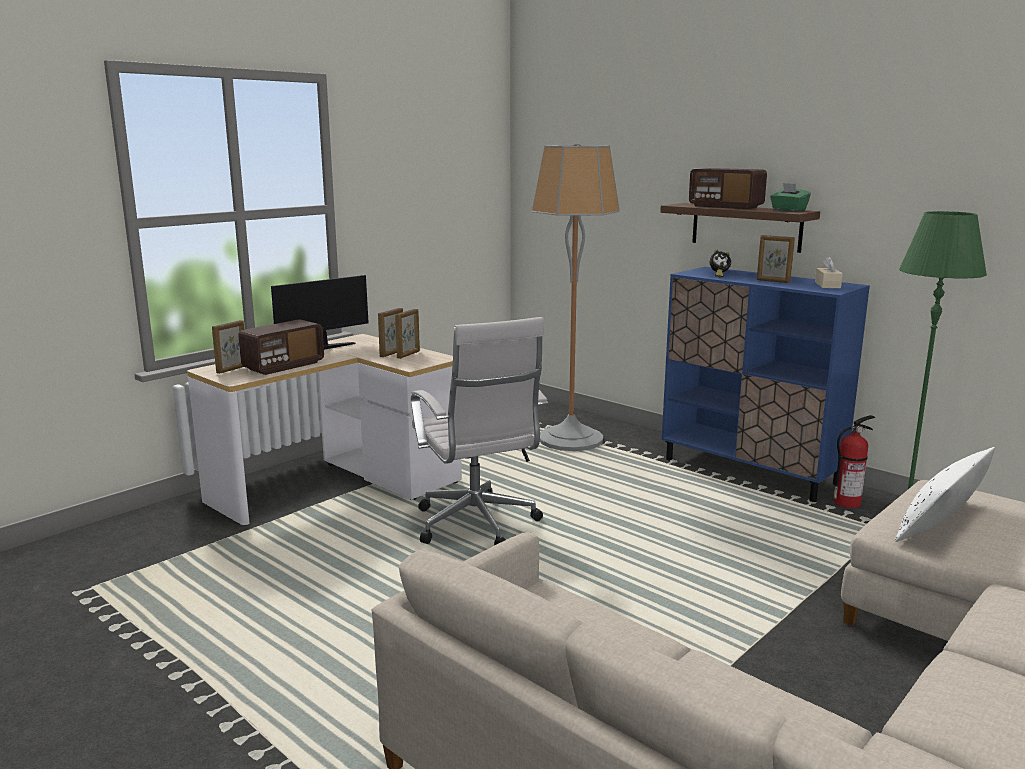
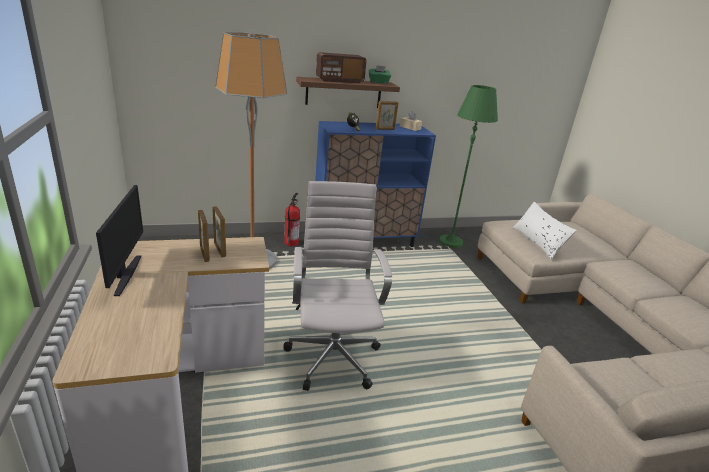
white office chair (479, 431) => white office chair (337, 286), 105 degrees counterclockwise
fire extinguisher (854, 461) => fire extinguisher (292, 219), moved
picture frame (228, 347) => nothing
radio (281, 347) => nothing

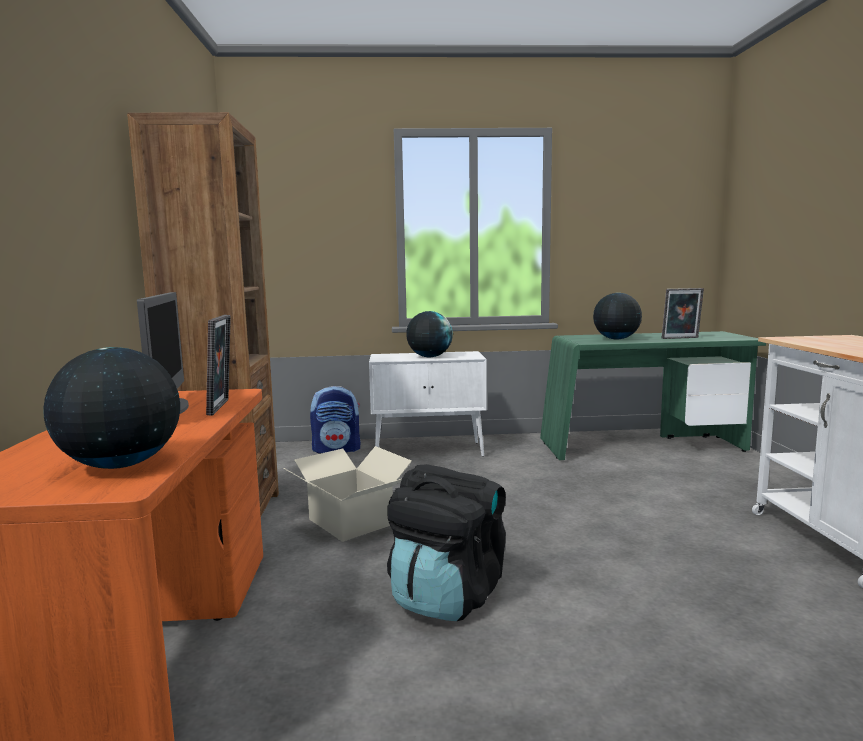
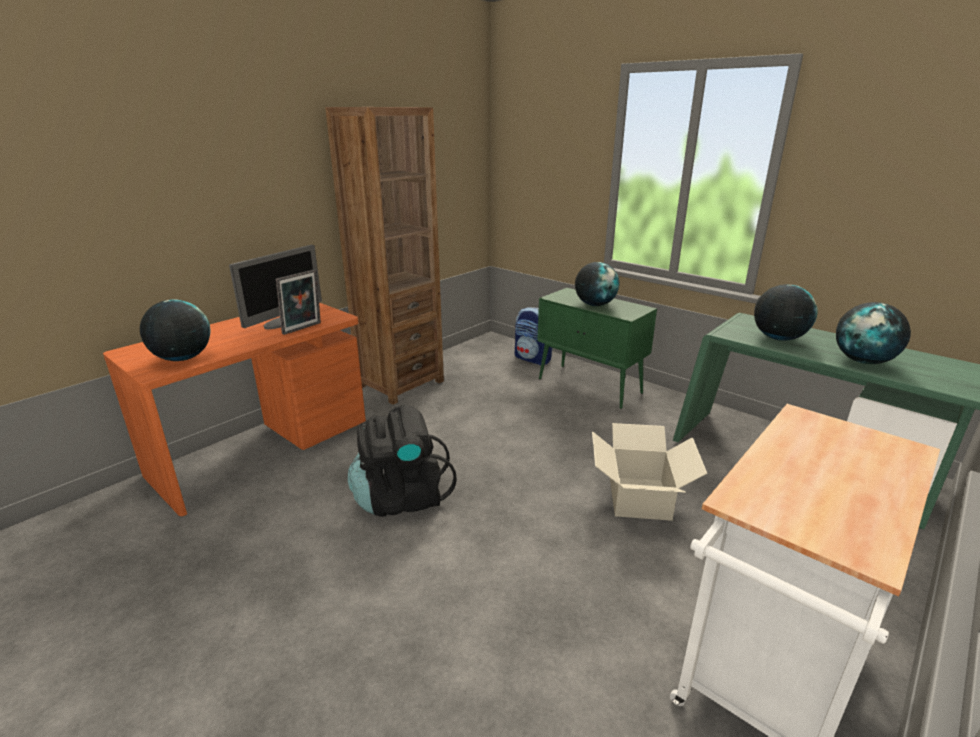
white cabinet (428, 404) => green cabinet (597, 348)
cardboard box (347, 494) => cardboard box (649, 472), moved
picture frame (683, 313) => globe (873, 333)

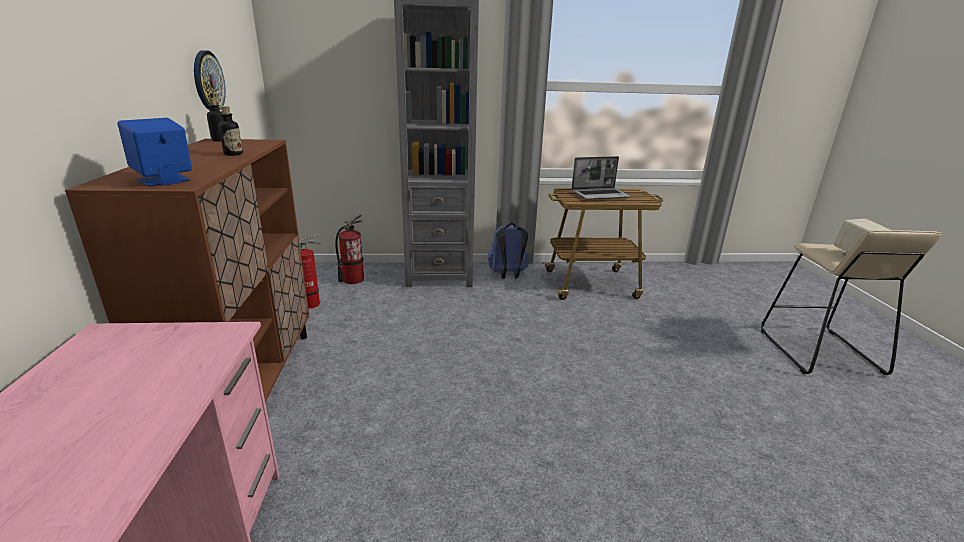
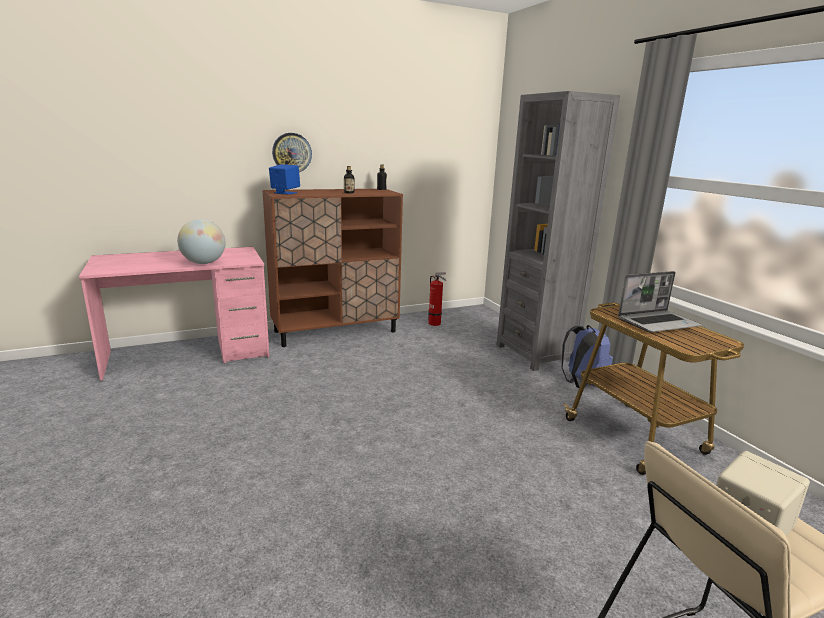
nothing => globe (201, 241)
wall clock (210, 80) => wall clock (292, 152), moved
laptop (601, 178) => laptop (660, 301), 75 degrees counterclockwise
fire extinguisher (349, 249) => nothing

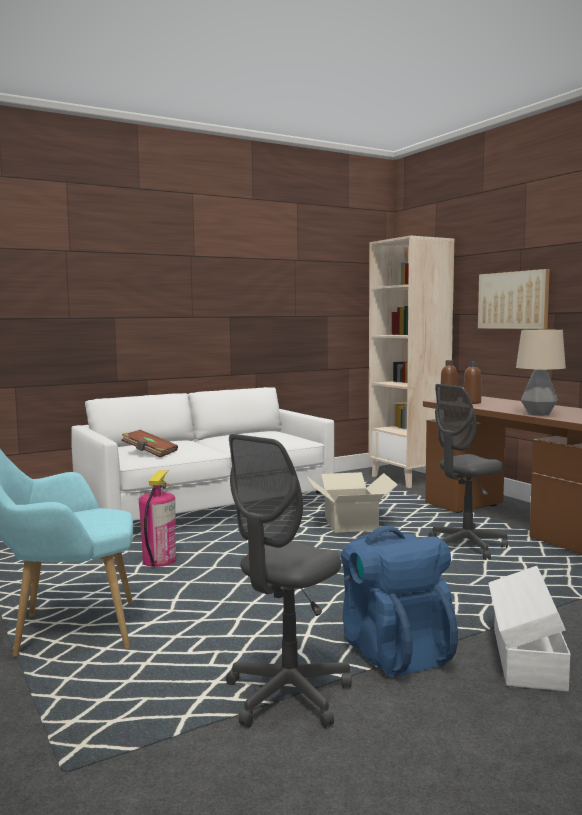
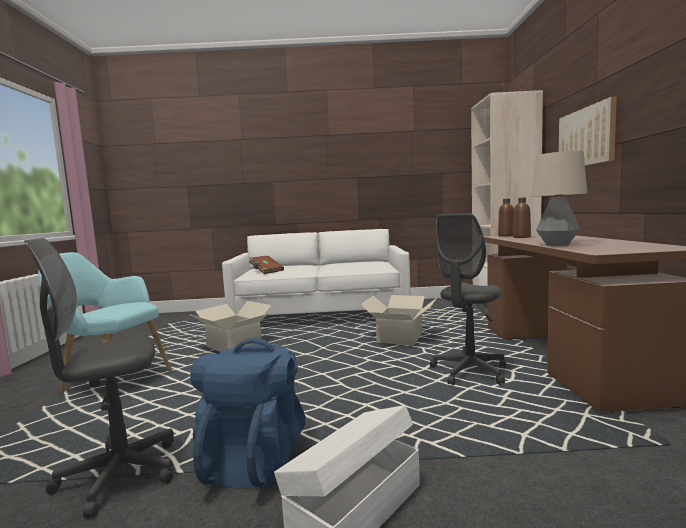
fire extinguisher (157, 518) => cardboard box (230, 326)
grey office chair (468, 472) => grey office chair (468, 299), 45 degrees counterclockwise

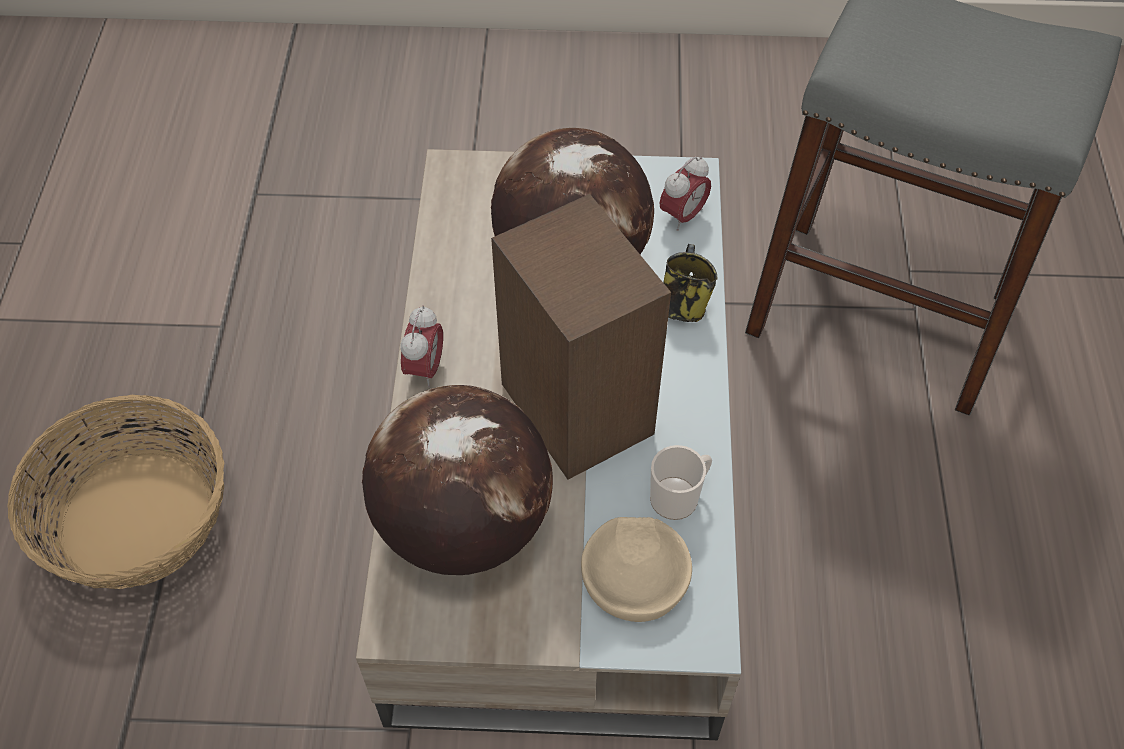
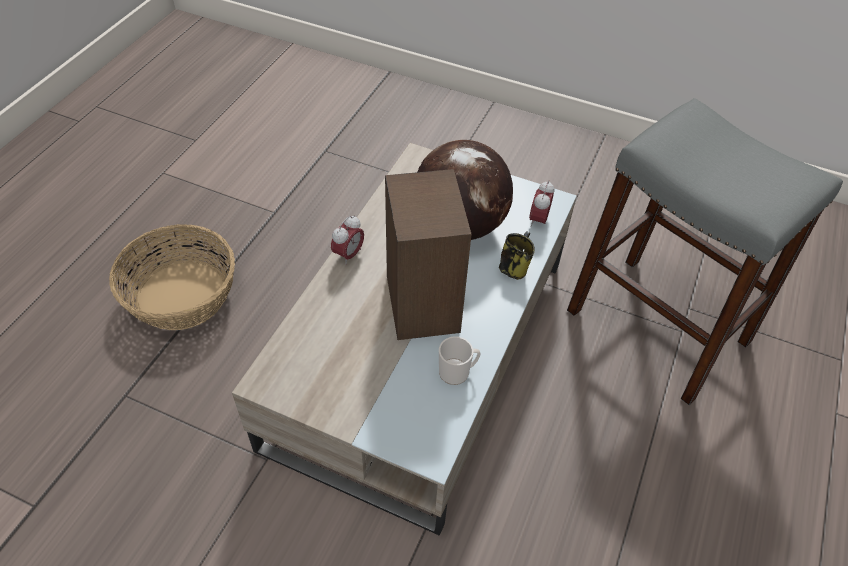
alarm clock (685, 193) => alarm clock (541, 203), 135 degrees clockwise
globe (457, 480) => nothing
beige bowl (636, 569) => nothing

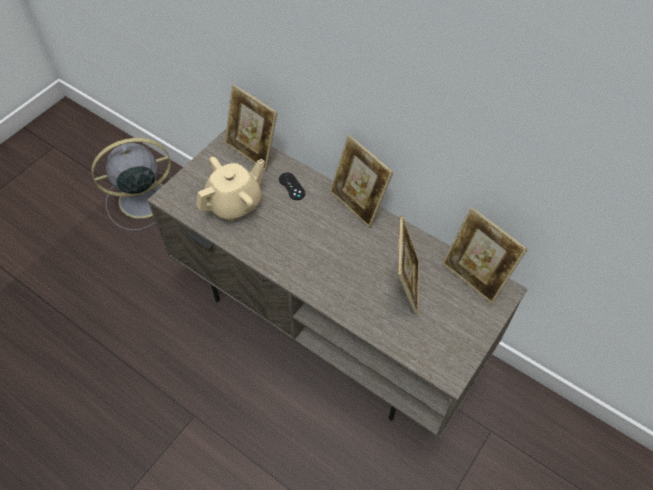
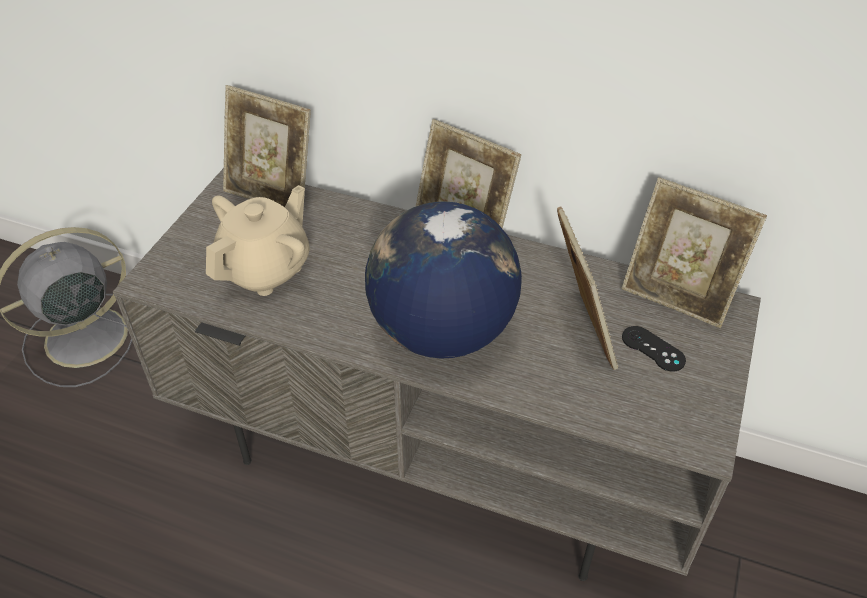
nothing => globe (443, 280)
black game controller (292, 186) => black game controller (654, 349), moved

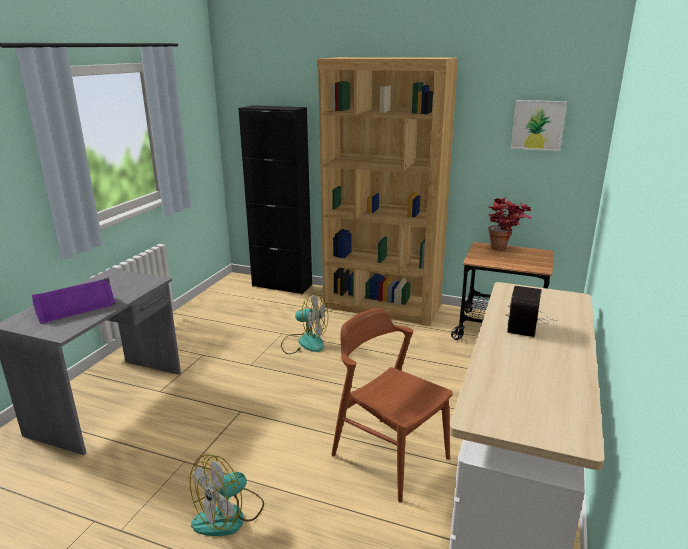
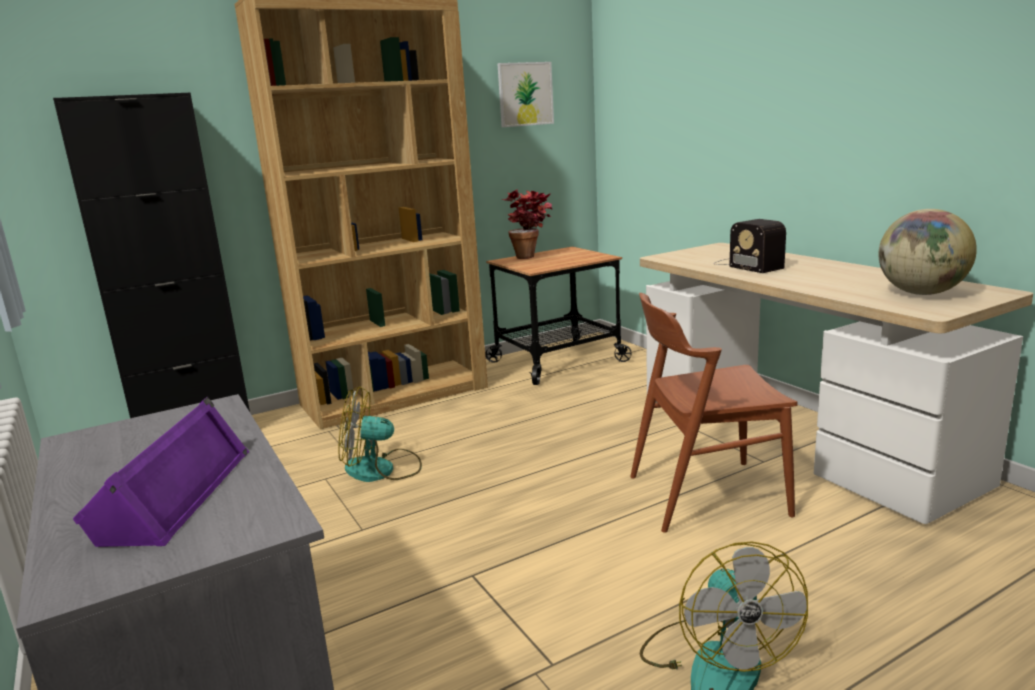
fan (304, 323) => fan (380, 434), 150 degrees counterclockwise
nothing => globe (927, 252)

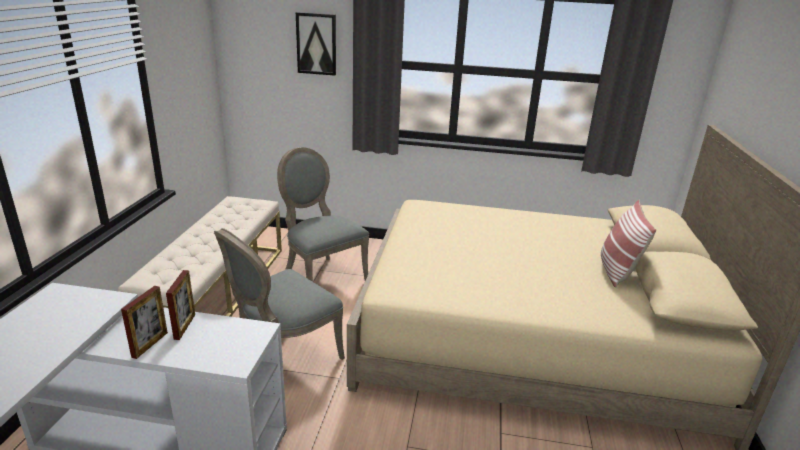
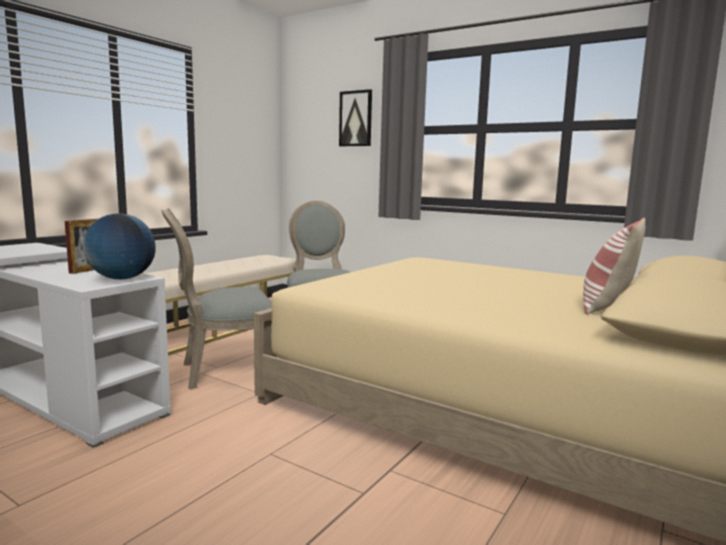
nothing => globe (119, 246)
picture frame (144, 322) => nothing

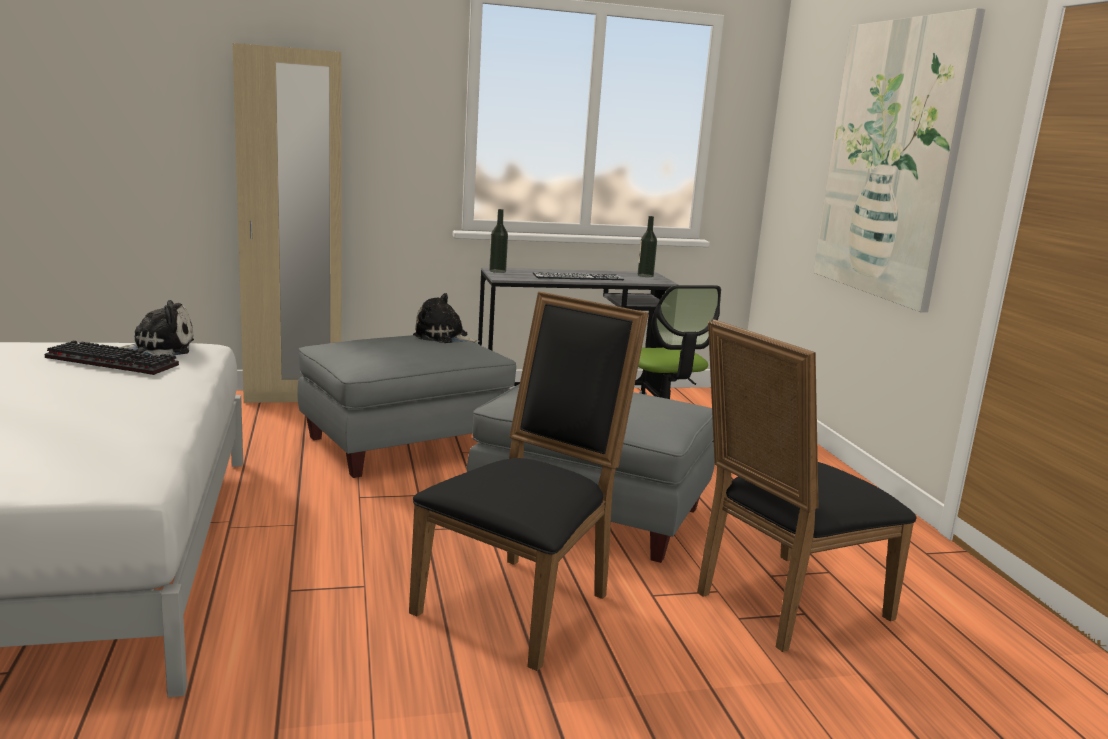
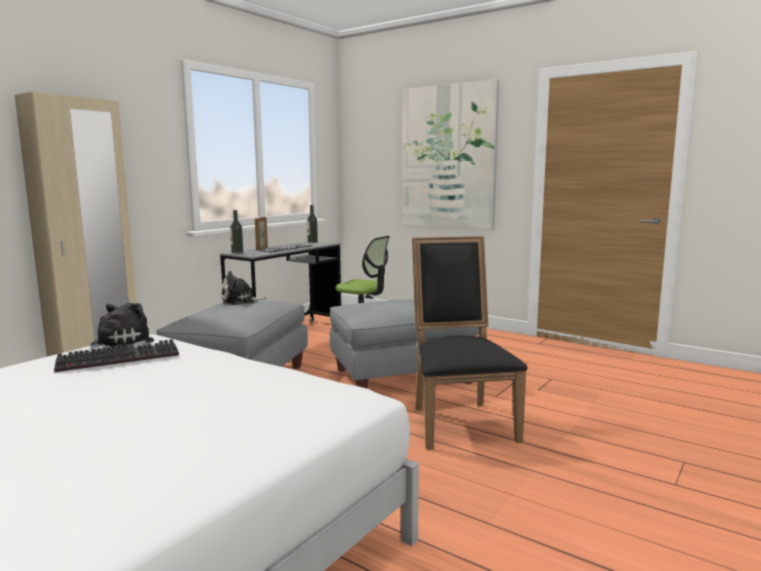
nothing => picture frame (261, 233)
black chair (806, 485) => nothing

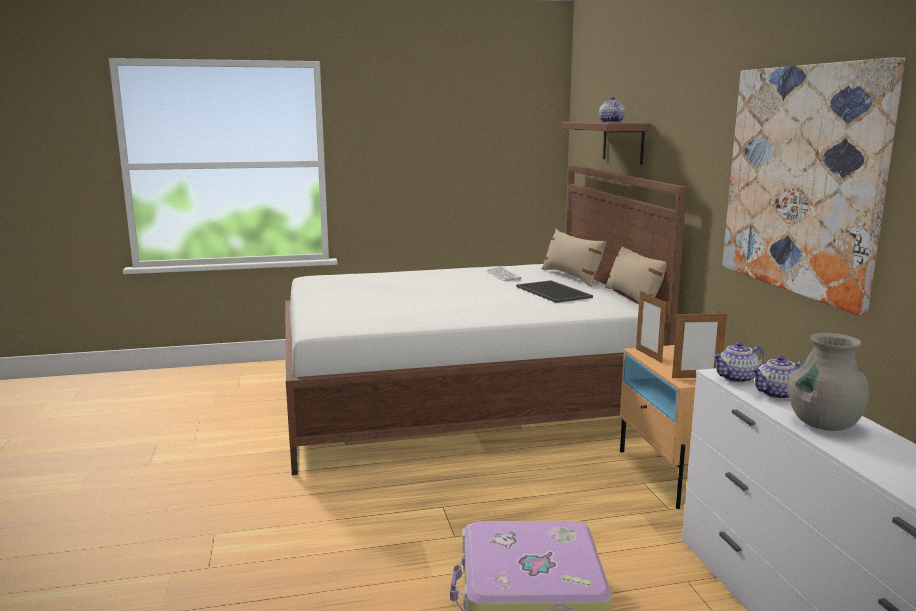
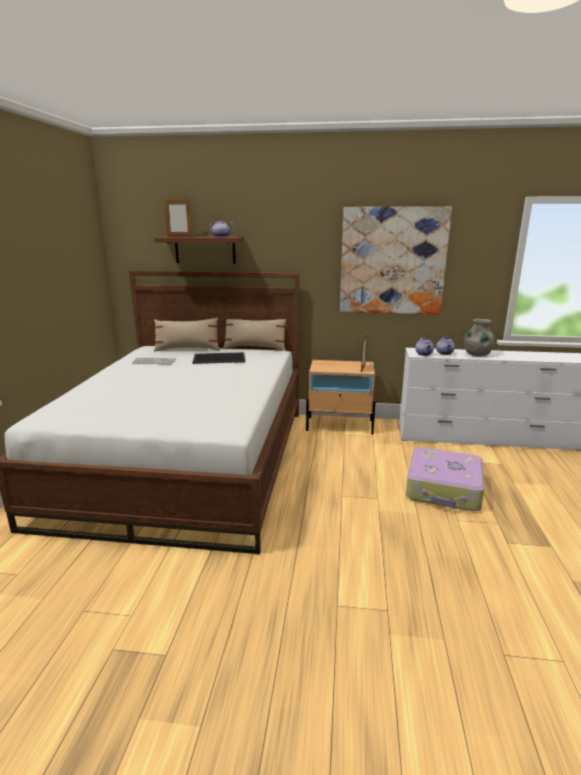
picture frame (651, 327) => picture frame (178, 218), moved

